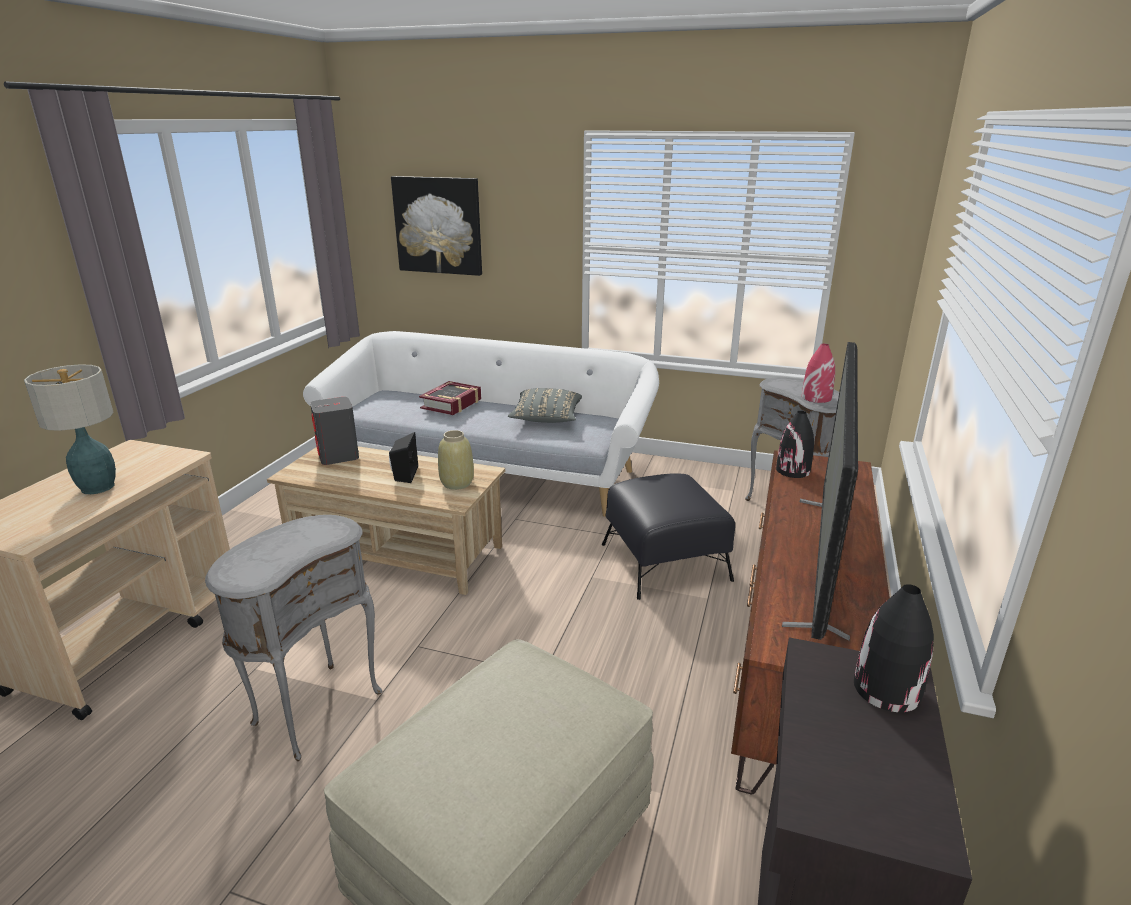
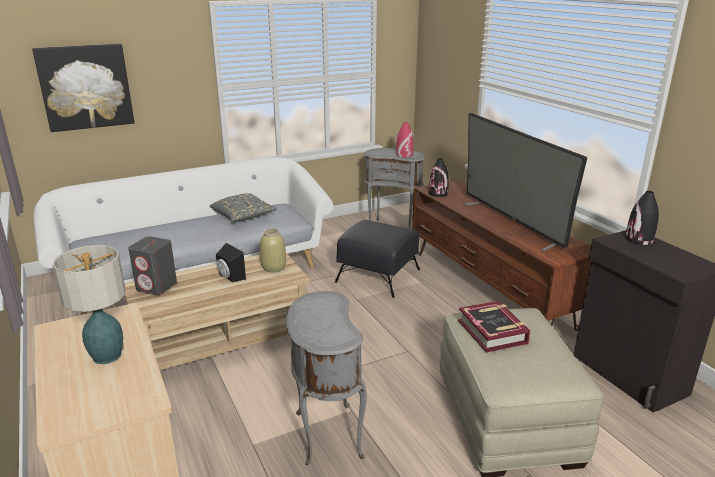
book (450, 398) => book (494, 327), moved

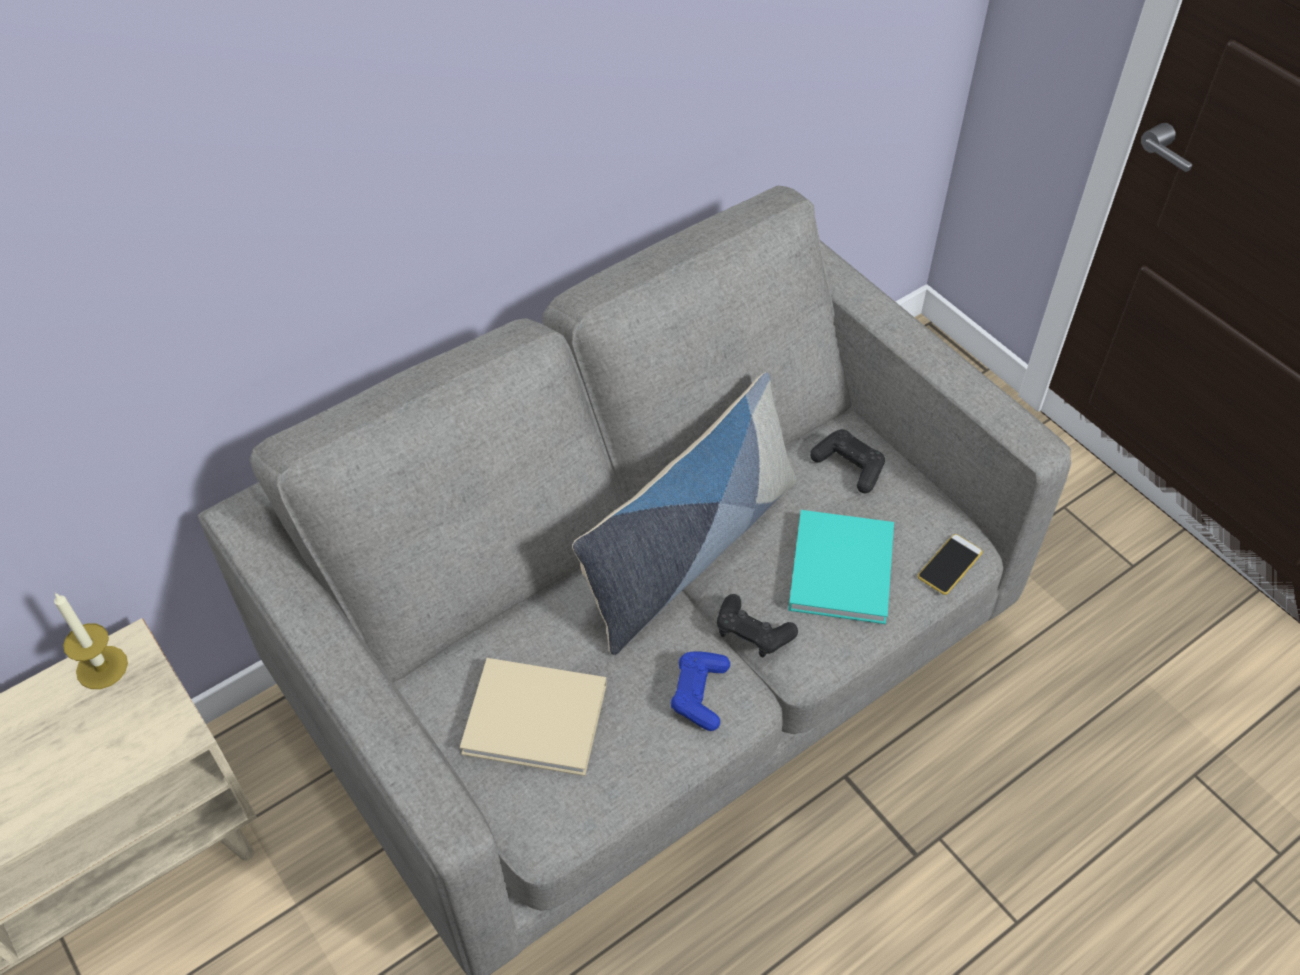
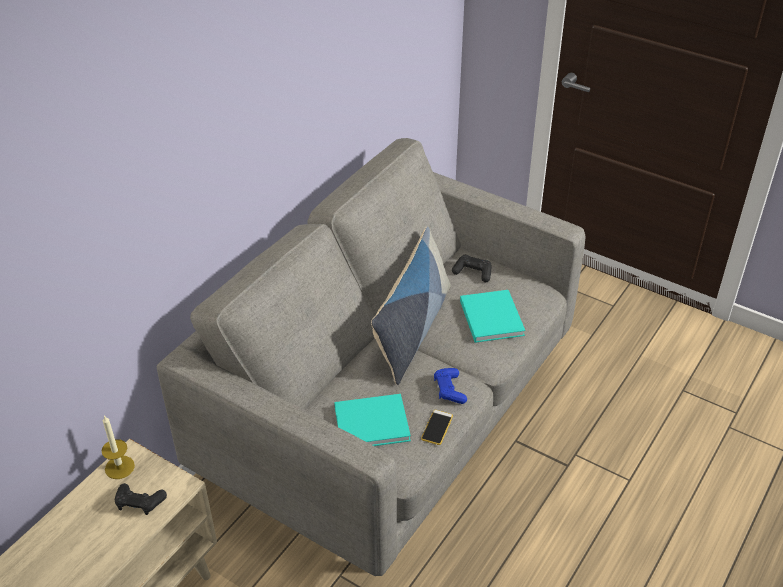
black game controller (757, 625) => black game controller (141, 499), moved
beige book (533, 717) => turquoise book (372, 420)
phone (950, 564) => phone (437, 427), moved

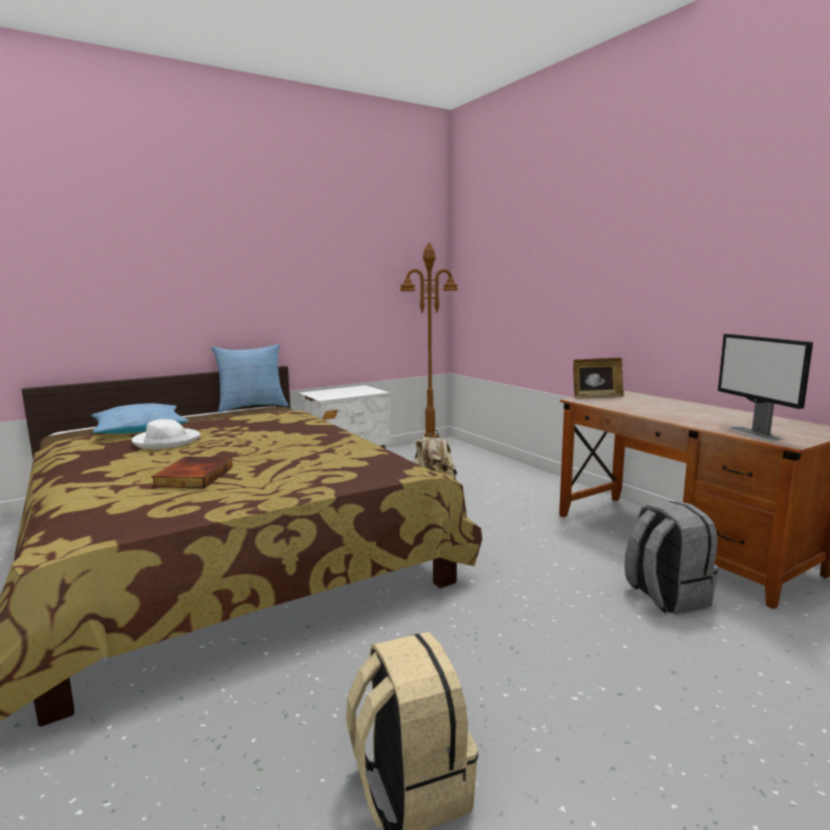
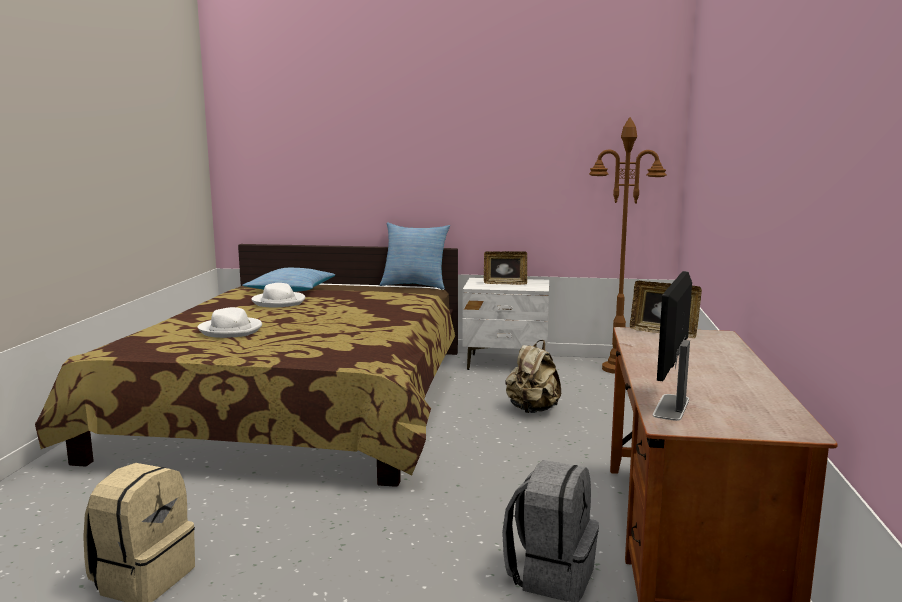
book (192, 472) => white hat (230, 322)
nothing => picture frame (505, 268)

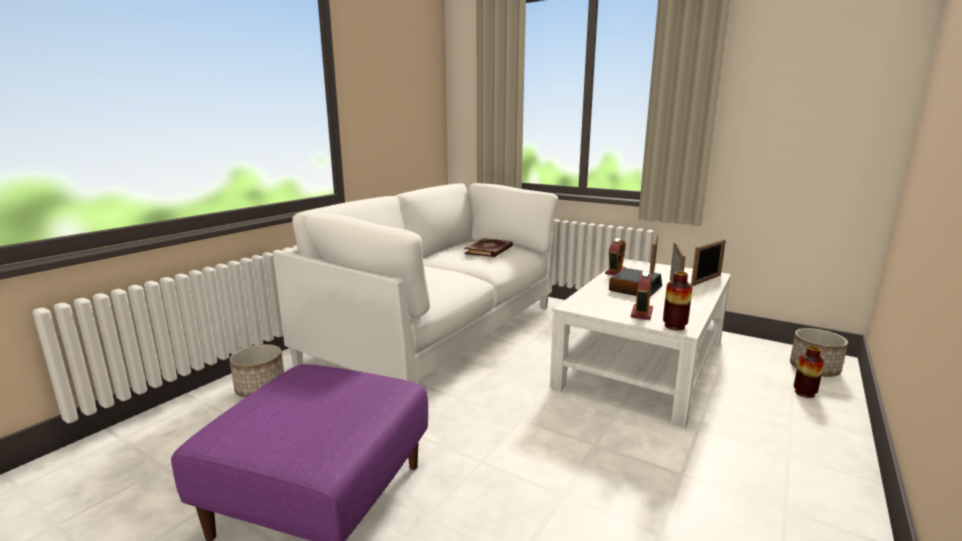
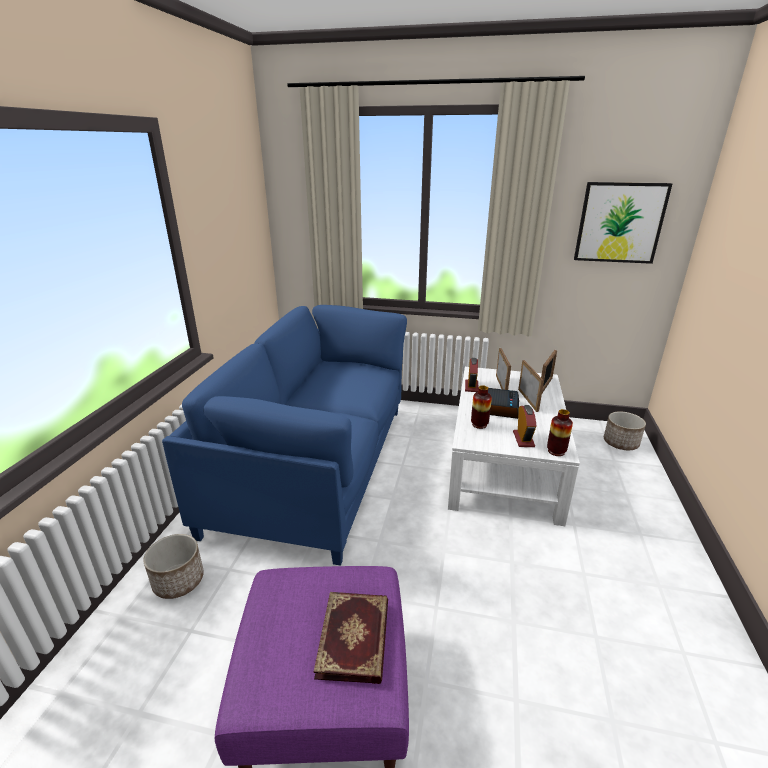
white sofa (415, 283) => blue sofa (284, 435)
book (488, 247) => book (351, 638), moved
vase (809, 372) => vase (481, 407), moved
nothing => picture (623, 223)

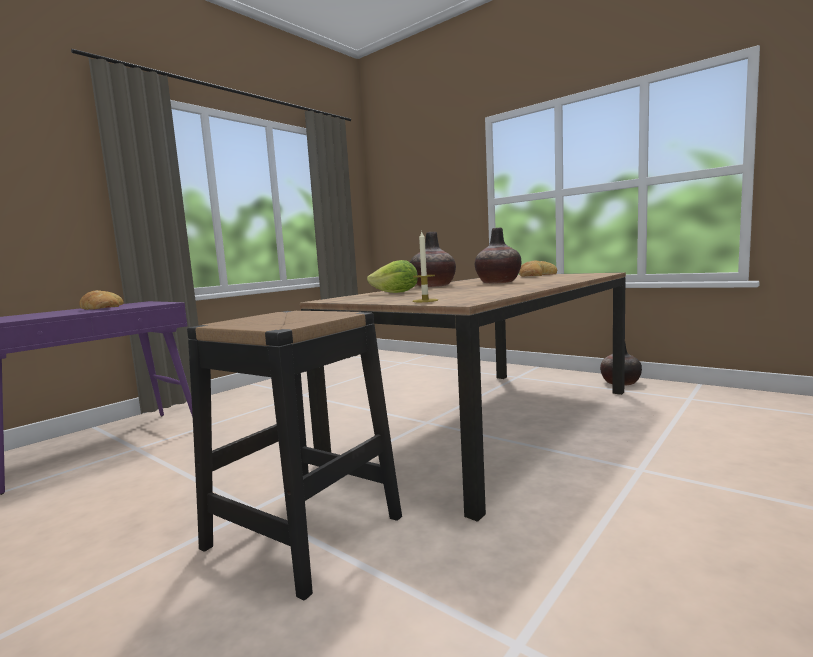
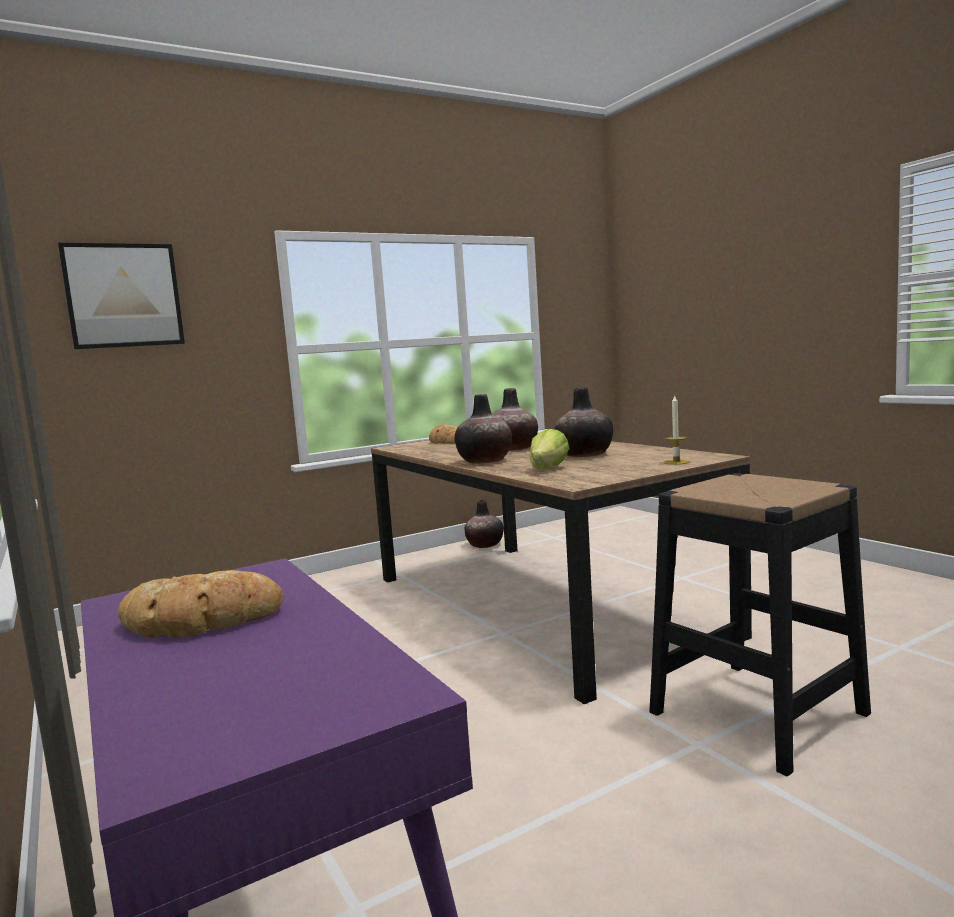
nothing => picture (121, 296)
nothing => vase (584, 422)

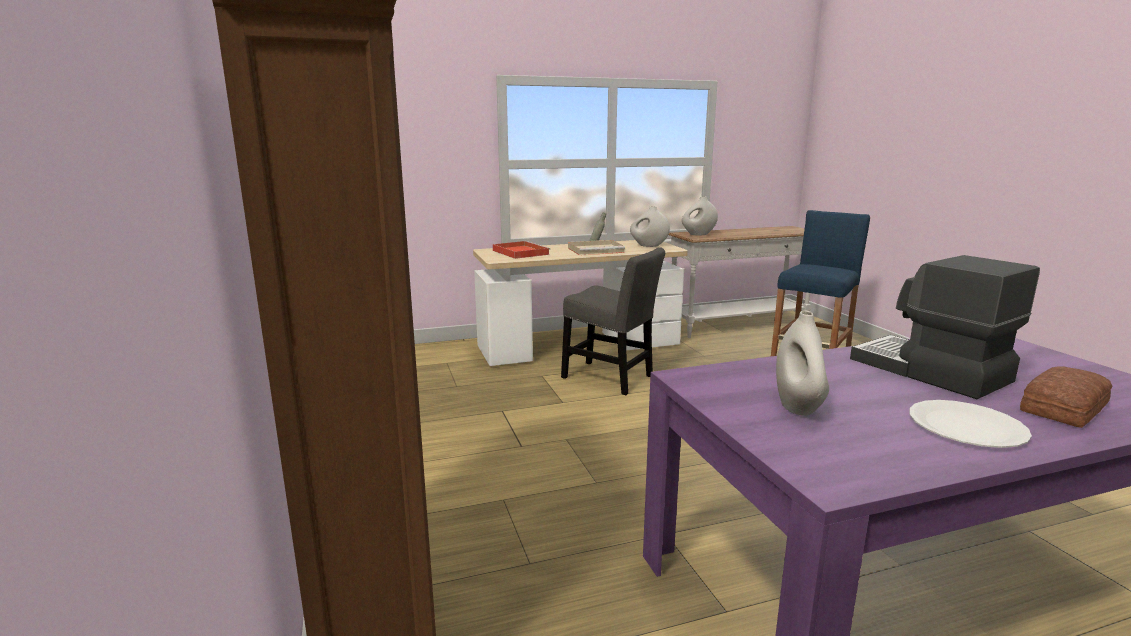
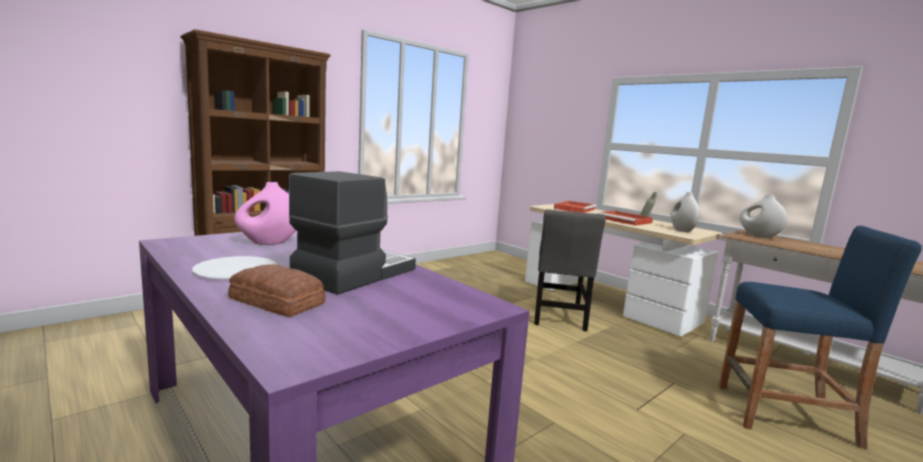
white vase (802, 363) => pink vase (265, 213)
beige tray (596, 247) => red tray (625, 218)

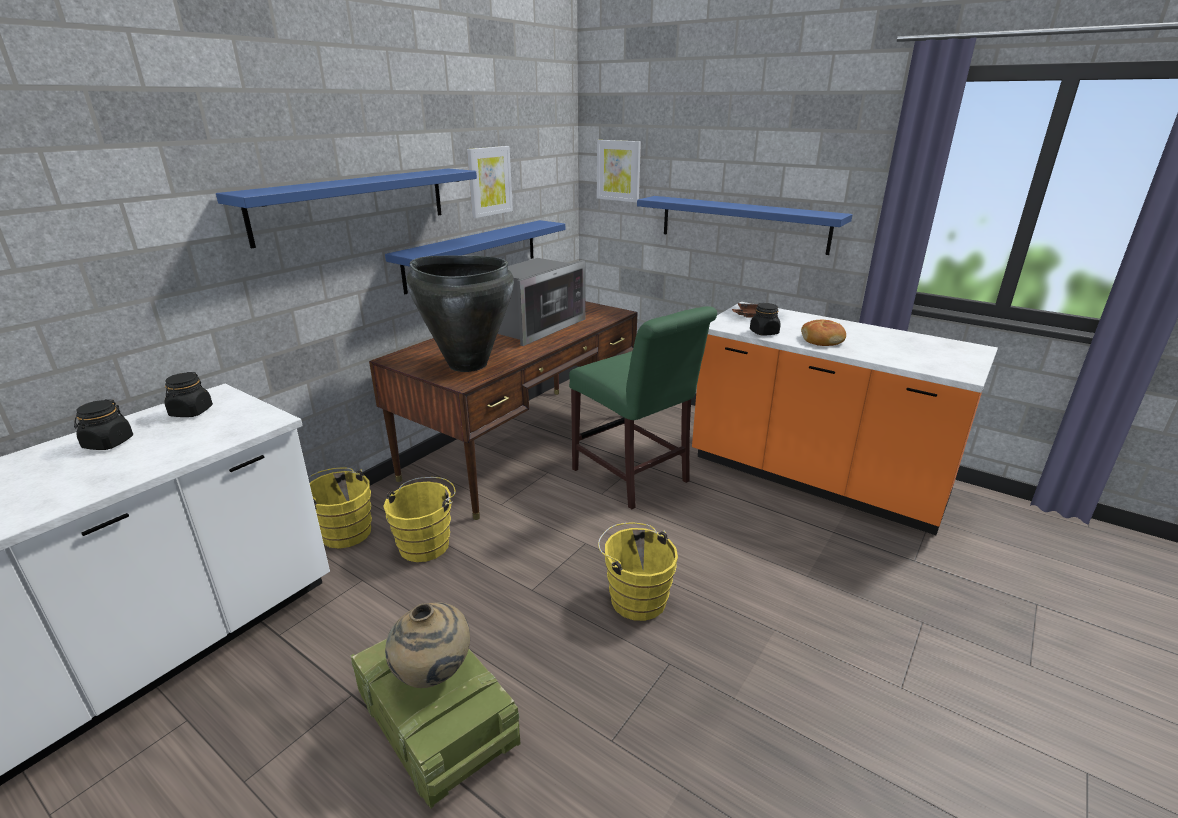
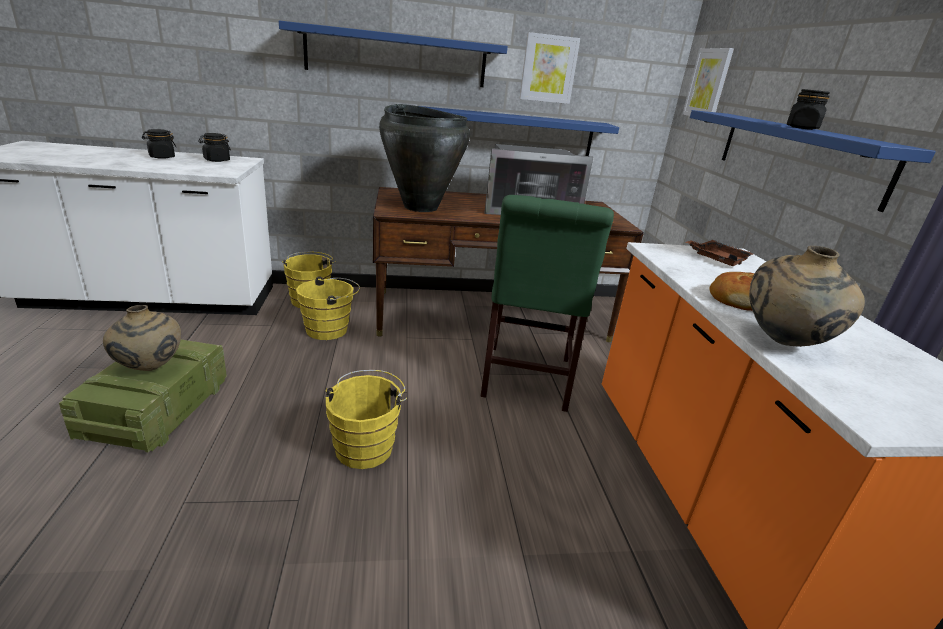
nothing => beige vase (807, 296)
black jar (765, 319) => black jar (808, 109), moved

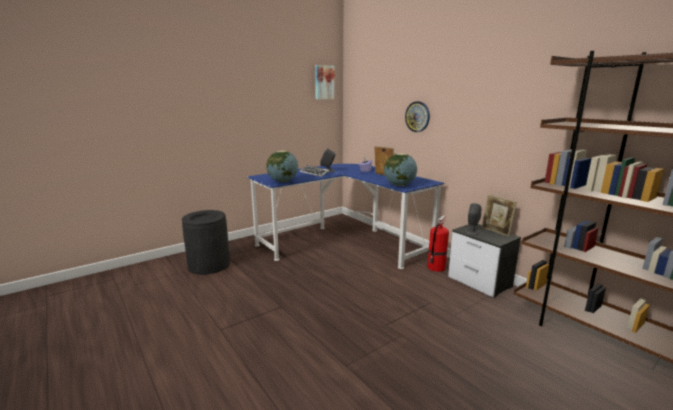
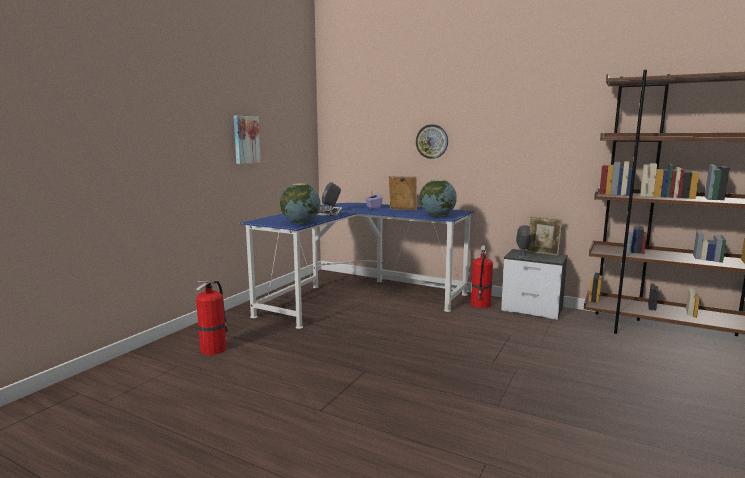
black trash can (206, 242) => fire extinguisher (212, 317)
picture (325, 82) => picture (247, 140), moved

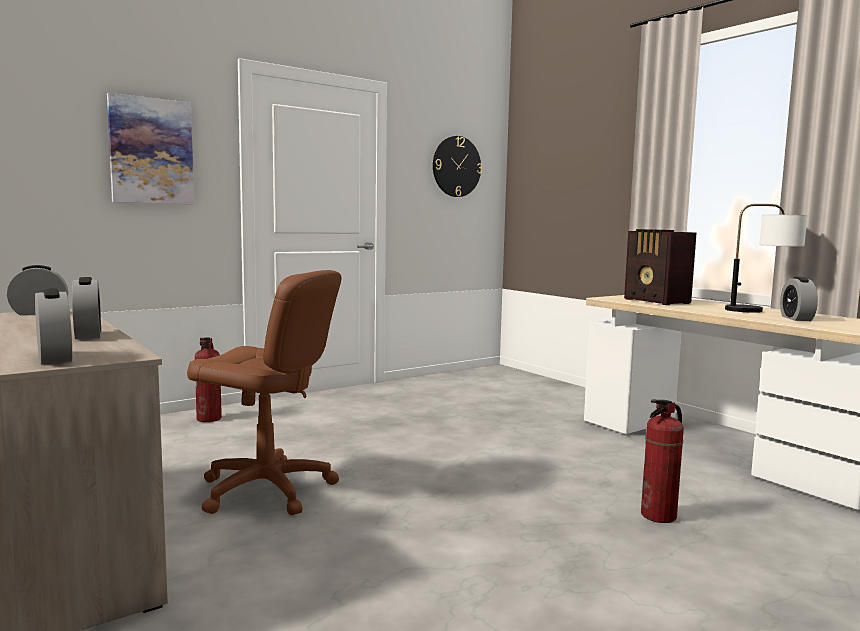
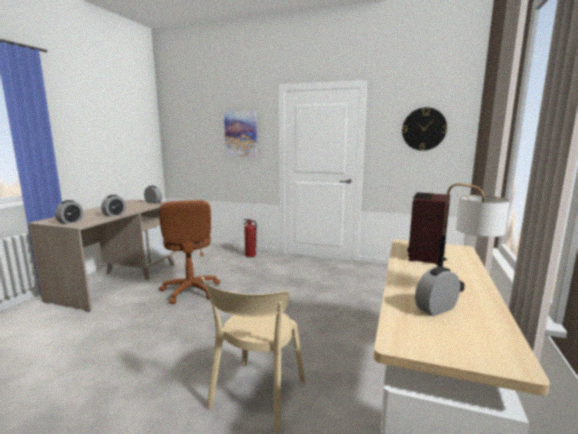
fire extinguisher (662, 461) => beige chair (253, 354)

